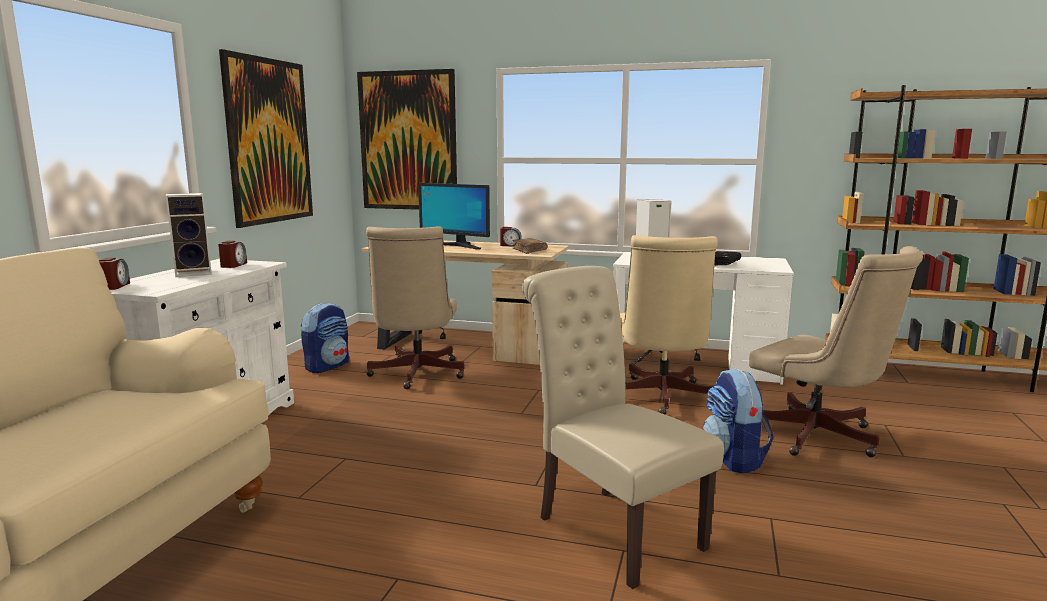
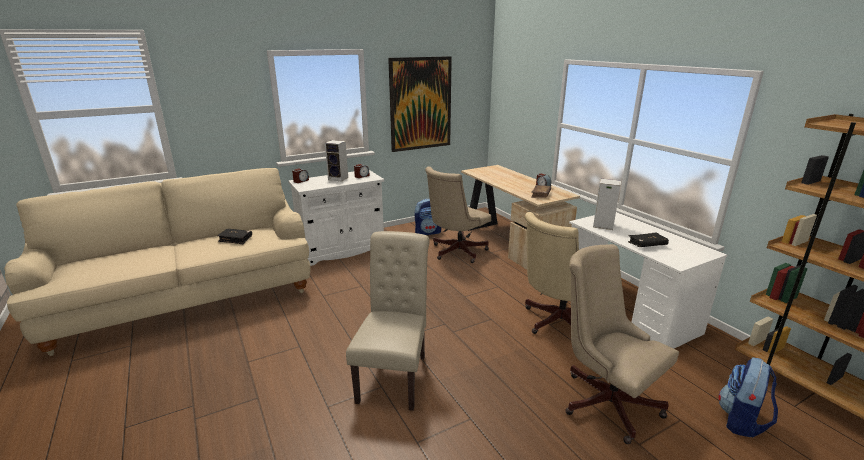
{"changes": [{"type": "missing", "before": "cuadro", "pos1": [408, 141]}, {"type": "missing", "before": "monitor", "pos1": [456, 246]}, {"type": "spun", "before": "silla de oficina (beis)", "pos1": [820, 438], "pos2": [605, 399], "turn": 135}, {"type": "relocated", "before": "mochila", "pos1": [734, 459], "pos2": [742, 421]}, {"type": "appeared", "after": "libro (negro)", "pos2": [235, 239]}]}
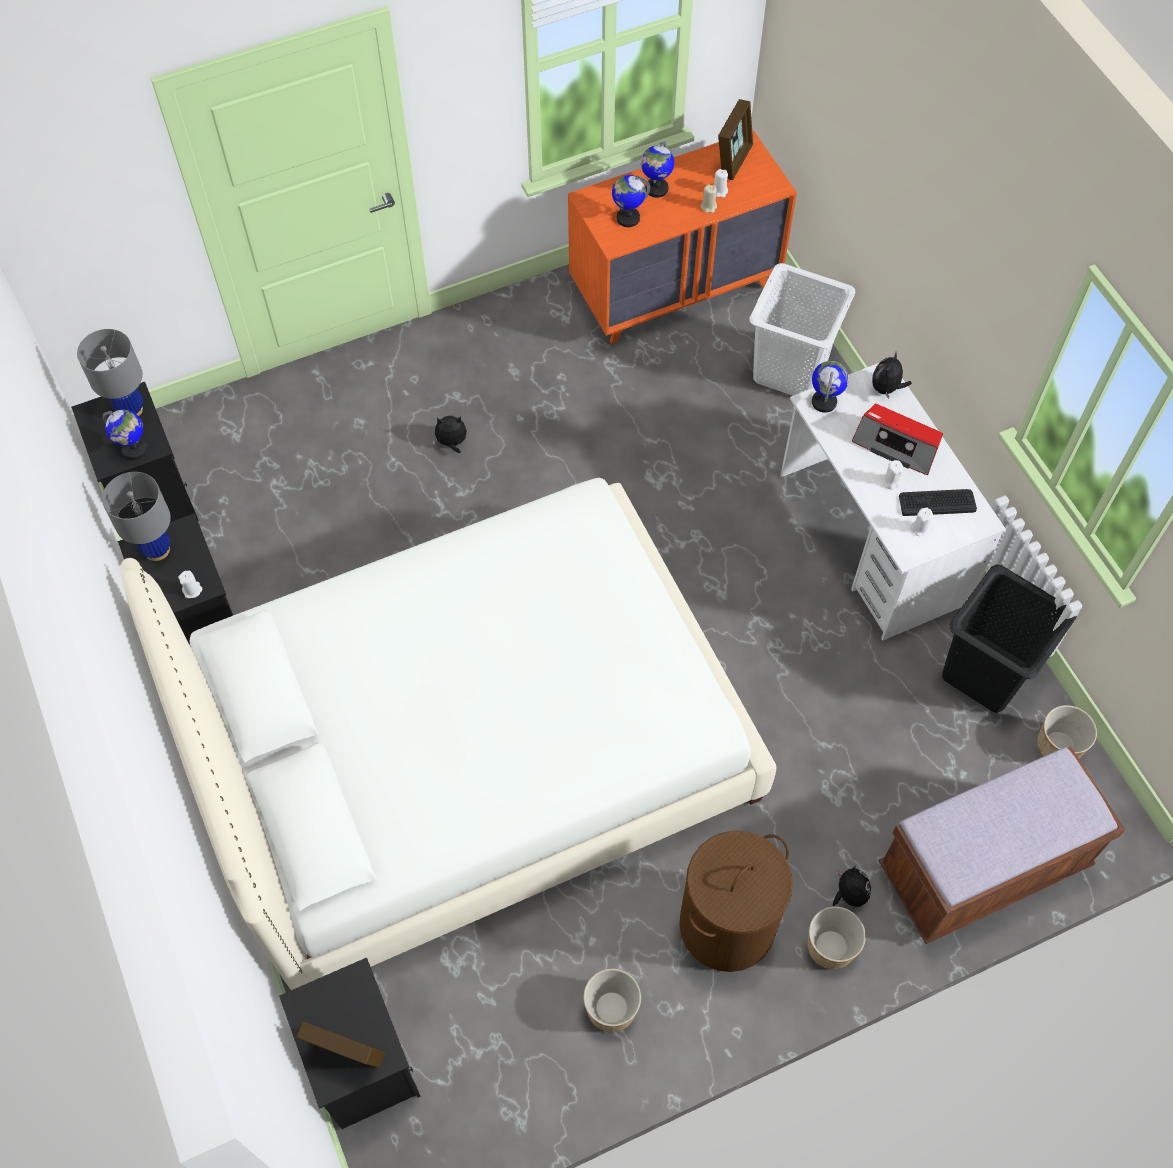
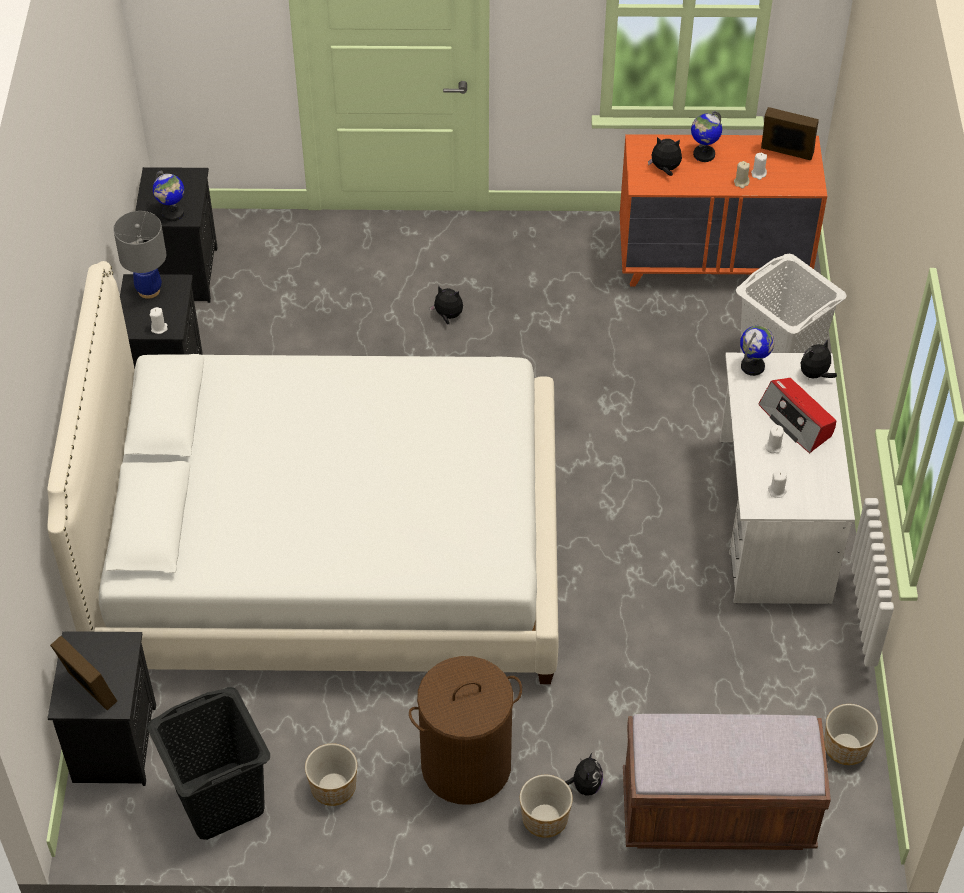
{"changes": [{"type": "spun", "before": "portarretratos", "pos1": [733, 160], "pos2": [786, 153], "turn": -120}, {"type": "exchanged", "before": "globo terráqueo", "after": "peluche", "pos1": [627, 218], "pos2": [665, 169]}, {"type": "missing", "before": "lámpara de mesa (gris)", "pos1": [130, 409]}, {"type": "missing", "before": "teclado", "pos1": [937, 502]}, {"type": "relocated", "before": "cesto de la ropa (negro)", "pos1": [986, 673], "pos2": [220, 801]}]}
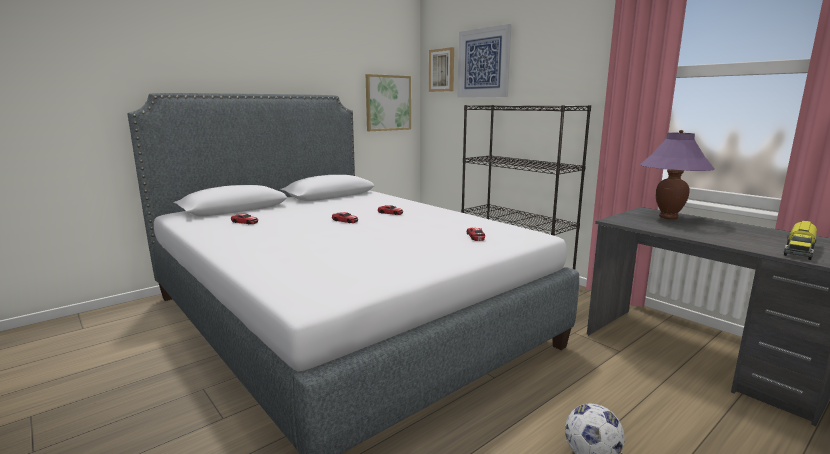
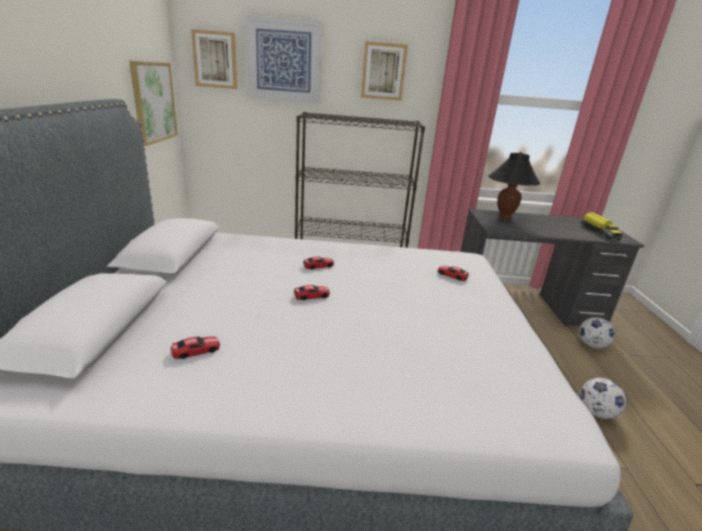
{"changes": [{"type": "colour", "before": "lámpara de mesa (morado)", "after": "lámpara de mesa (negro)", "pos1": [668, 217], "pos2": [505, 217]}, {"type": "appeared", "after": "cuadro", "pos2": [383, 71]}, {"type": "appeared", "after": "balón de fútbol", "pos2": [592, 345]}]}
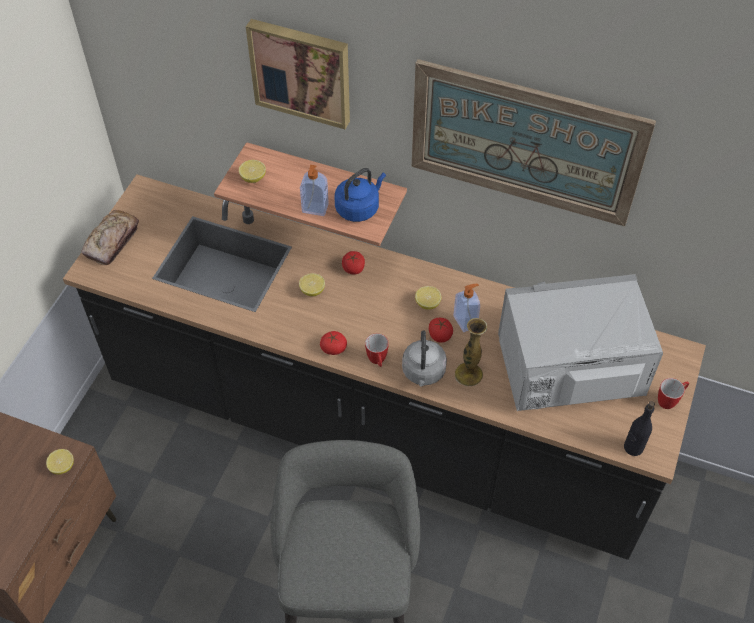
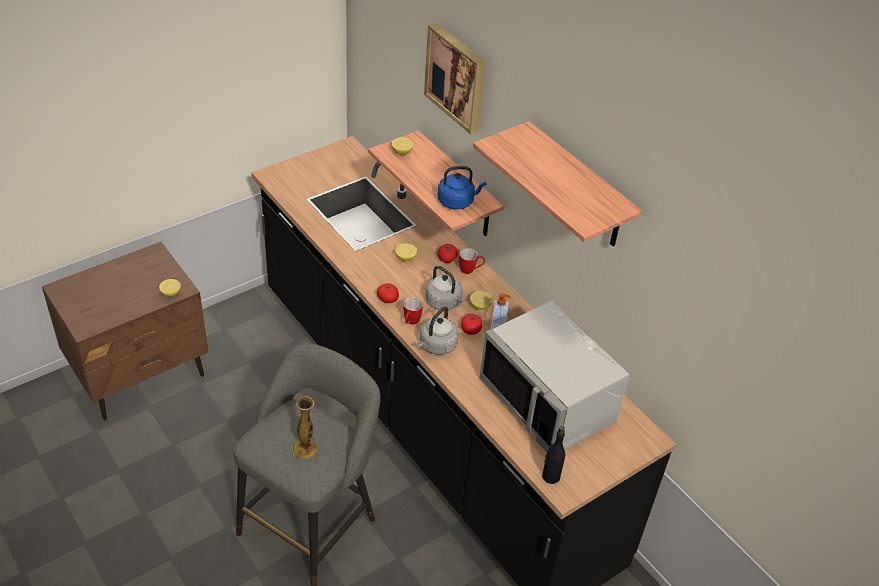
{"changes": [{"type": "exchanged", "before": "cuadro", "after": "estante", "pos1": [525, 143], "pos2": [578, 188]}, {"type": "missing", "before": "dispensador de jabón", "pos1": [315, 209]}, {"type": "missing", "before": "pan", "pos1": [112, 241]}, {"type": "spun", "before": "microondas (gris)", "pos1": [569, 369], "pos2": [549, 401], "turn": -150}, {"type": "relocated", "before": "florero", "pos1": [468, 374], "pos2": [305, 449]}, {"type": "relocated", "before": "taza grande", "pos1": [670, 400], "pos2": [470, 270]}, {"type": "appeared", "after": "hervidor (gris)", "pos2": [444, 303]}]}
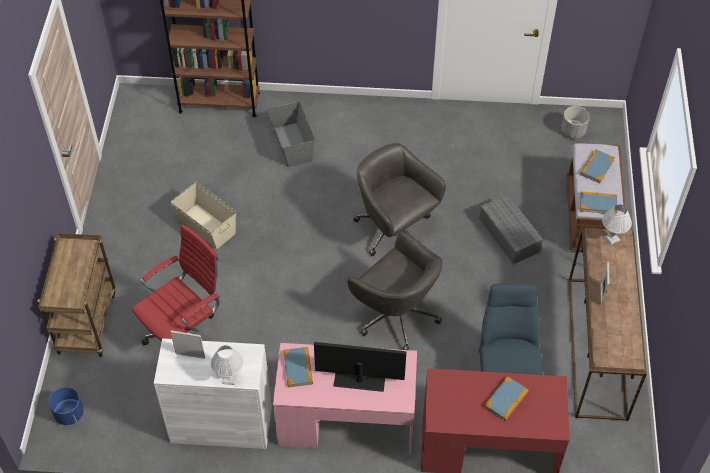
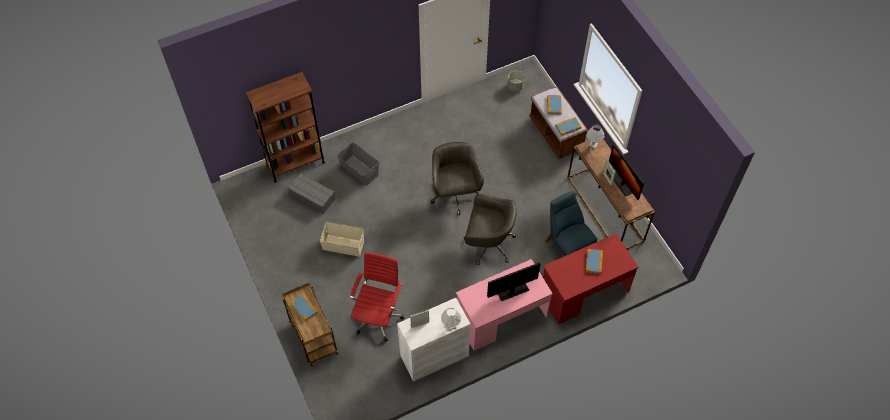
{"changes": [{"type": "spun", "before": "silla de oficina (gris)", "pos1": [394, 230], "pos2": [454, 194], "turn": 60}, {"type": "relocated", "before": "caja de almacenaje (gris)", "pos1": [510, 235], "pos2": [313, 197]}, {"type": "relocated", "before": "libro", "pos1": [298, 368], "pos2": [304, 308]}, {"type": "missing", "before": "maceta (azul)", "pos1": [69, 414]}, {"type": "appeared", "after": "monitor", "pos2": [622, 183]}]}
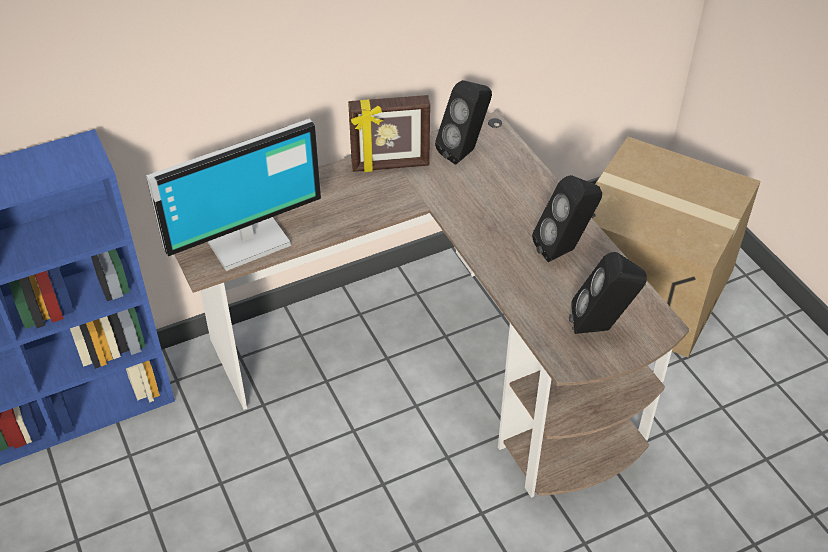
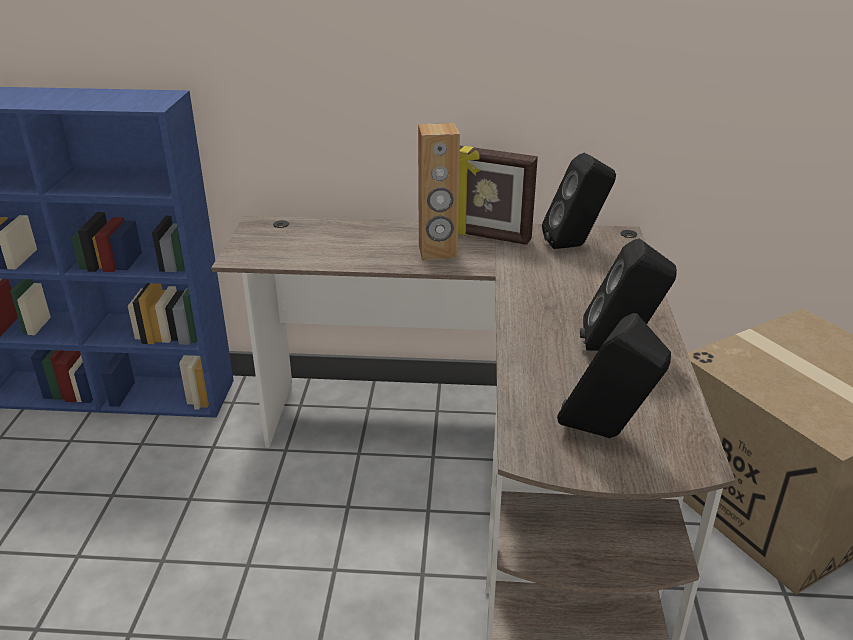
{"changes": [{"type": "missing", "before": "monitor", "pos1": [246, 239]}, {"type": "appeared", "after": "altavoz (marrón)", "pos2": [437, 252]}]}
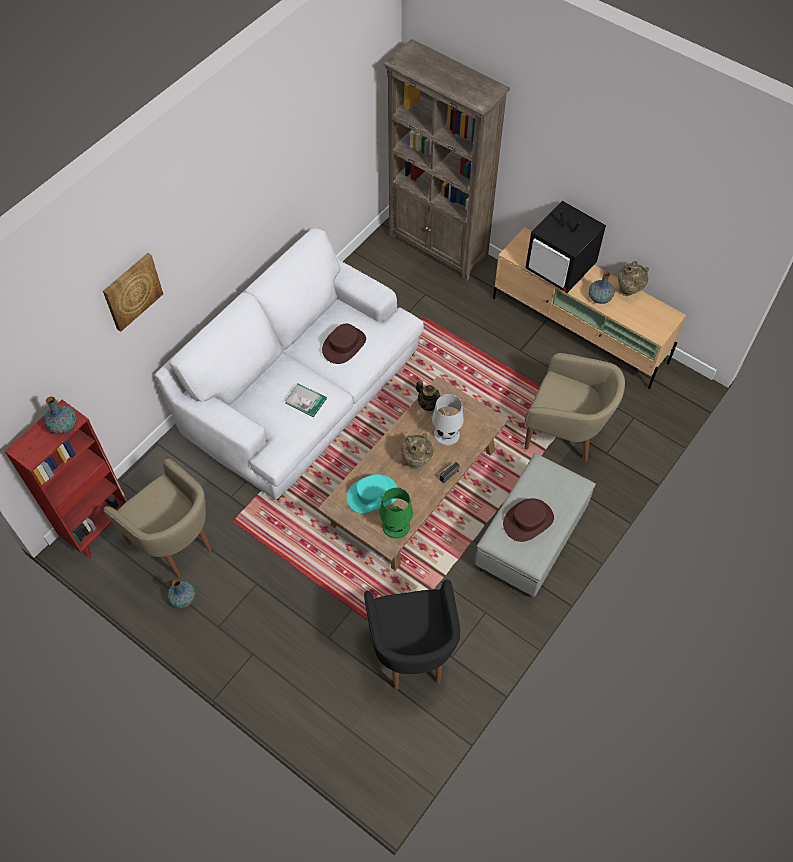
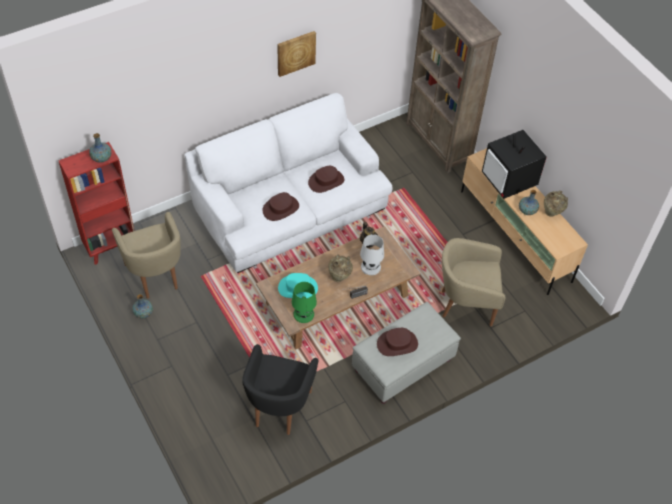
{"changes": [{"type": "relocated", "before": "cuadro", "pos1": [132, 291], "pos2": [295, 53]}, {"type": "spun", "before": "sillón (beis)", "pos1": [565, 435], "pos2": [465, 304], "turn": 135}, {"type": "exchanged", "before": "libro", "after": "sombrero (marrón)", "pos1": [305, 401], "pos2": [281, 208]}]}
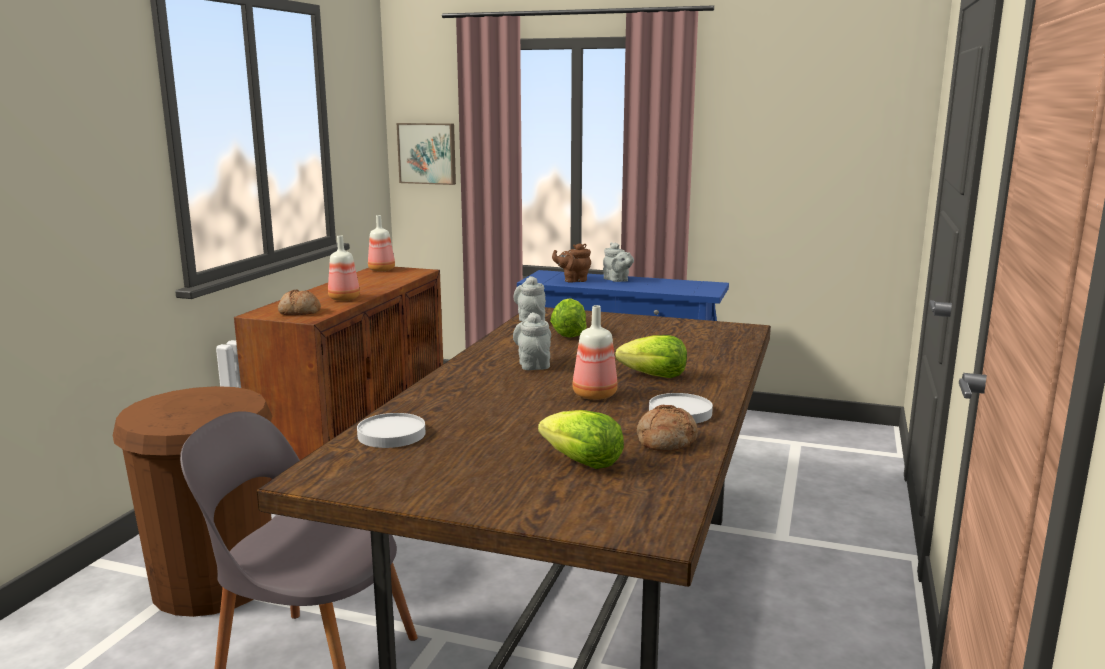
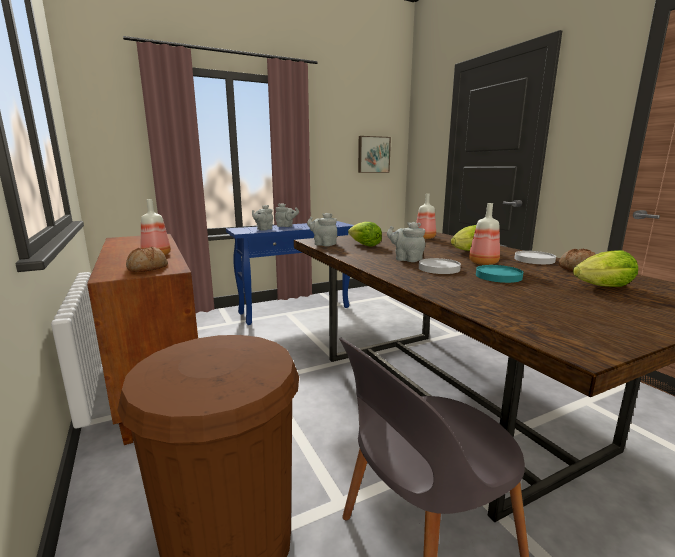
{"changes": [{"type": "relocated", "before": "cuadro", "pos1": [427, 153], "pos2": [373, 154]}, {"type": "relocated", "before": "botella", "pos1": [382, 269], "pos2": [424, 237]}, {"type": "colour", "before": "tetera (marrón)", "after": "tetera (gris)", "pos1": [573, 280], "pos2": [263, 229]}, {"type": "relocated", "before": "plato (blanco)", "pos1": [391, 434], "pos2": [438, 268]}, {"type": "appeared", "after": "plato (turquesa)", "pos2": [498, 276]}]}
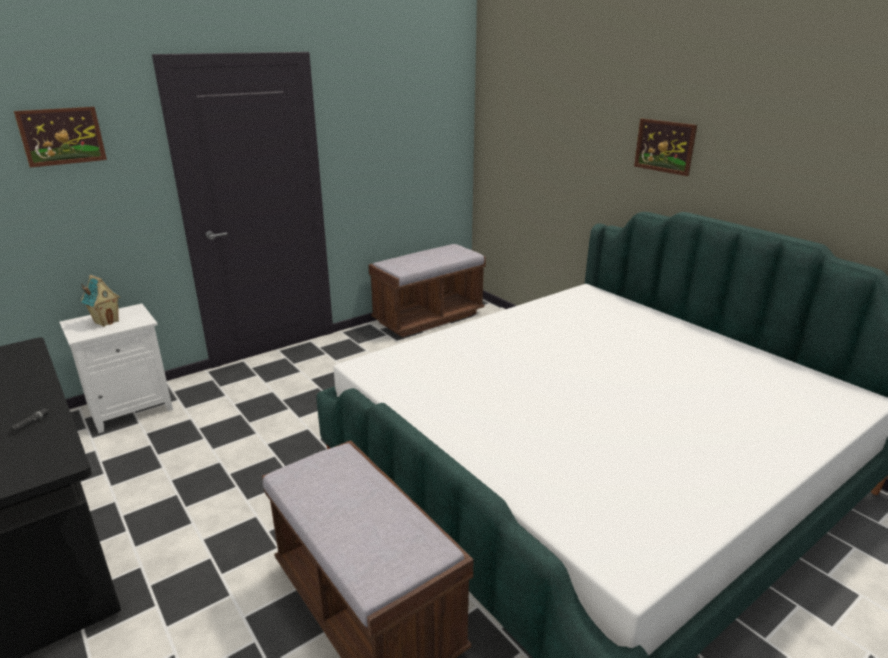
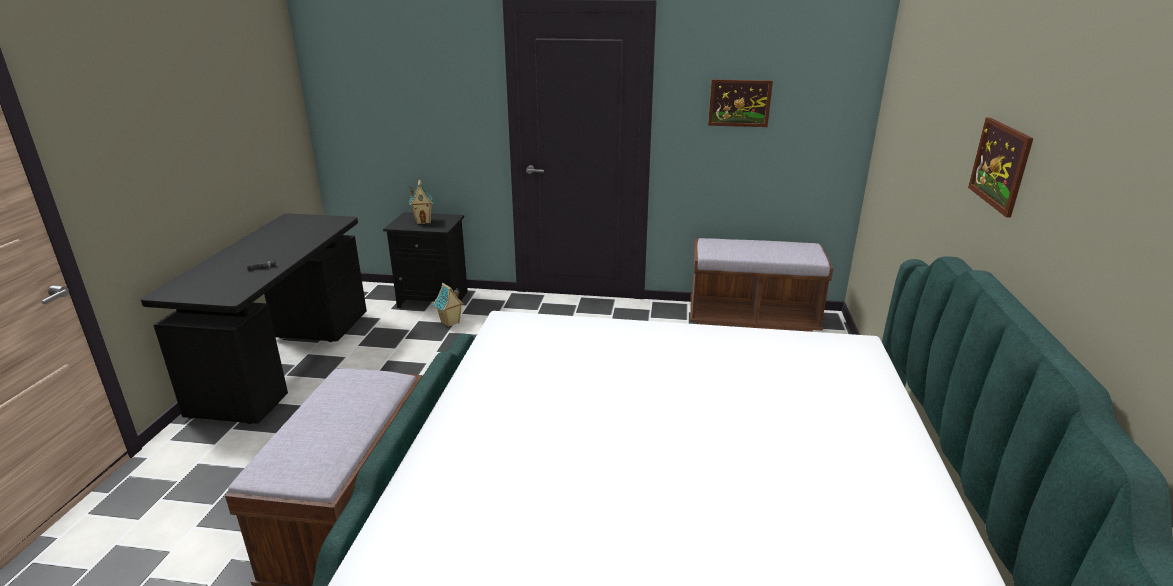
{"changes": [{"type": "relocated", "before": "cuadro", "pos1": [62, 136], "pos2": [739, 103]}, {"type": "colour", "before": "mesita de noche (blanco)", "after": "mesita de noche (negro)", "pos1": [131, 408], "pos2": [434, 299]}, {"type": "appeared", "after": "casita", "pos2": [450, 323]}]}
